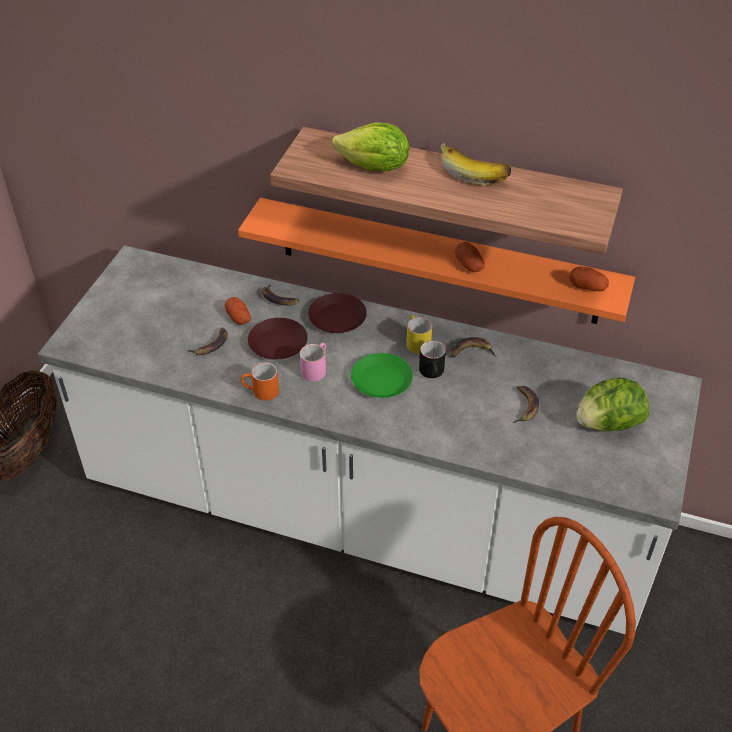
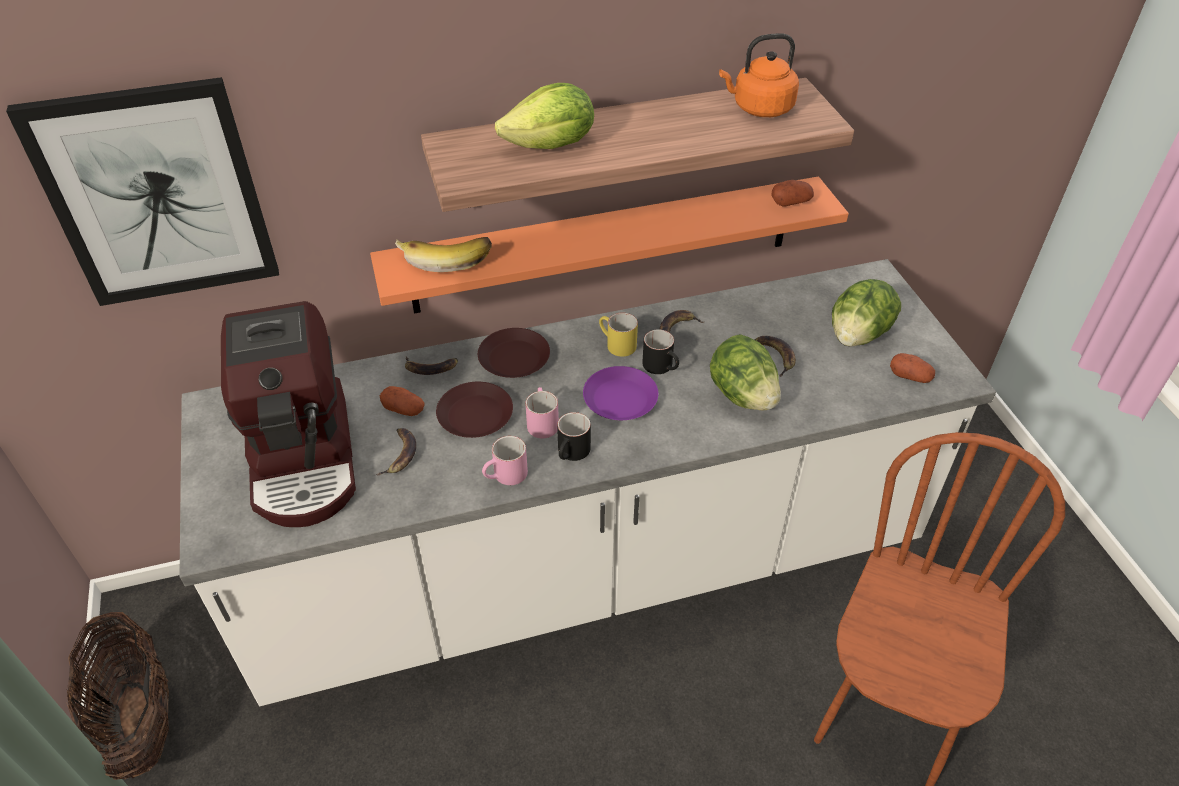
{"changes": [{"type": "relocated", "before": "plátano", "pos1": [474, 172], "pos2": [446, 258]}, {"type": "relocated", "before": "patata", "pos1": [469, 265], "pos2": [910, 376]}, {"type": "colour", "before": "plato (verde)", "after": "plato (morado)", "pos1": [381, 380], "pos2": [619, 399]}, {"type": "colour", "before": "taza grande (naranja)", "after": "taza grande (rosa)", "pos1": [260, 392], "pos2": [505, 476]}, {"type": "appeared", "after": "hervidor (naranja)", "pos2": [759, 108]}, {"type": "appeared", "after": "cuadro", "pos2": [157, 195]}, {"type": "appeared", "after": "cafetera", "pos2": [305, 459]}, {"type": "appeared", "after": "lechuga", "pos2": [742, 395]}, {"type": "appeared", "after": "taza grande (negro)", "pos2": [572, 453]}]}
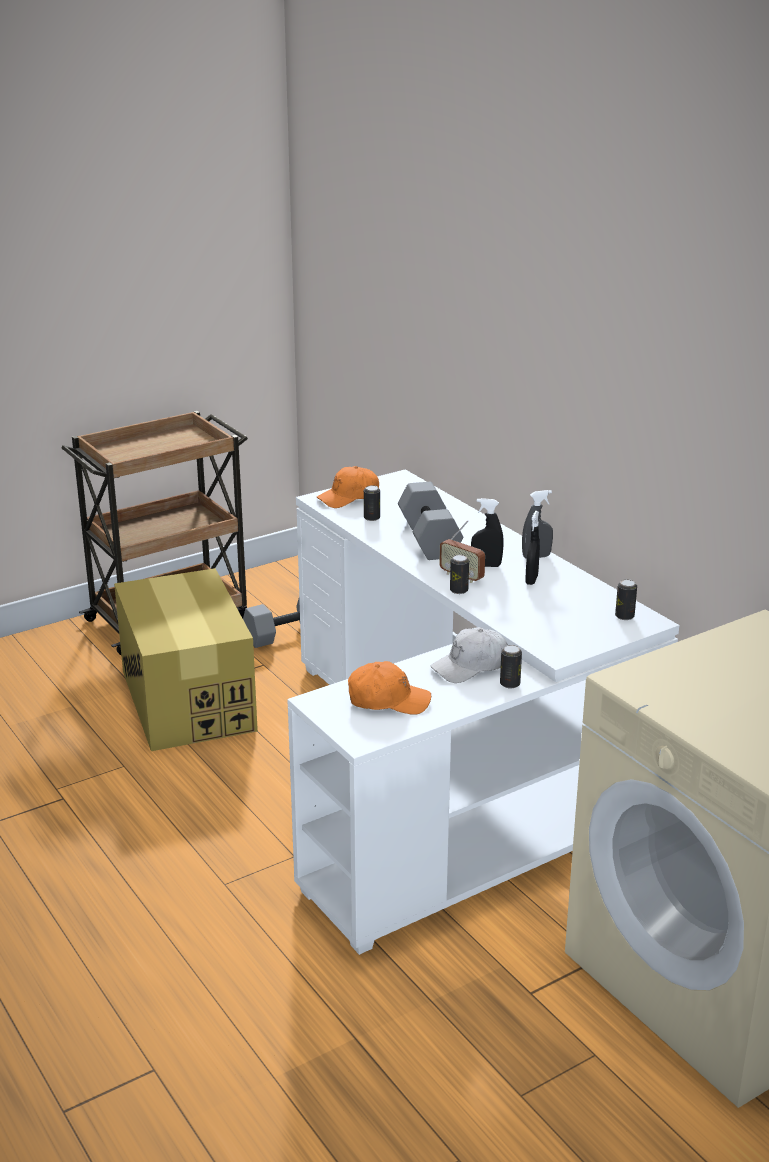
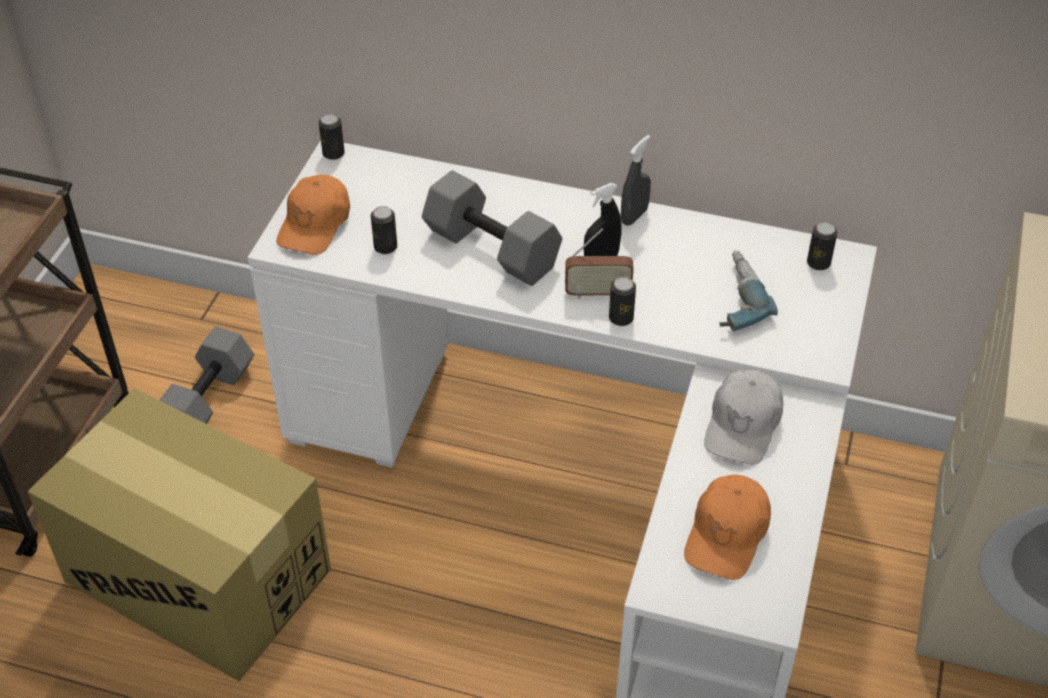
{"changes": [{"type": "missing", "before": "pulverizador (negro)", "pos1": [531, 580]}, {"type": "relocated", "before": "lata", "pos1": [510, 684], "pos2": [333, 154]}, {"type": "spun", "before": "gorra (naranja)", "pos1": [388, 700], "pos2": [727, 534], "turn": 150}, {"type": "appeared", "after": "taladro", "pos2": [732, 298]}]}
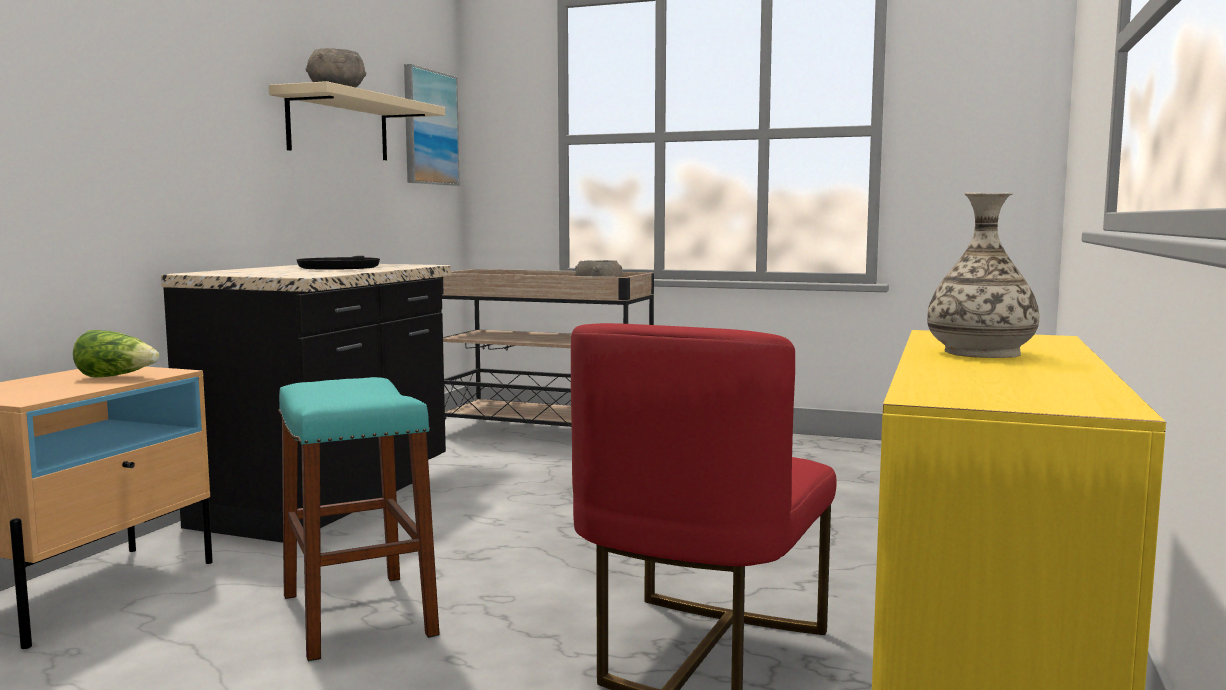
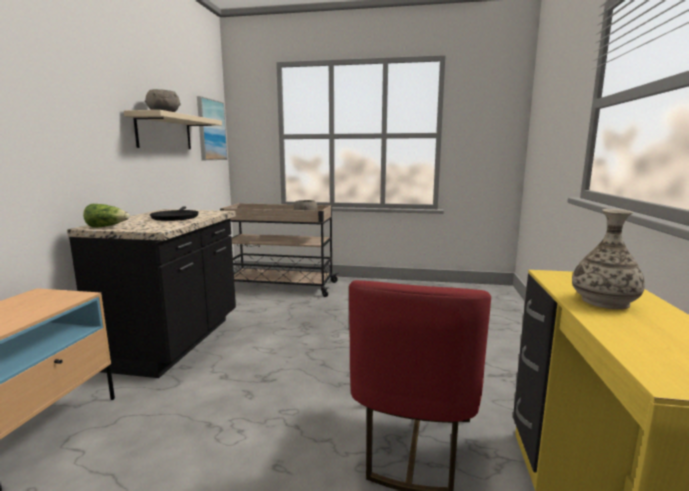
{"changes": [{"type": "relocated", "before": "lechuga", "pos1": [117, 377], "pos2": [107, 227]}, {"type": "missing", "before": "taburete (turquesa)", "pos1": [357, 615]}]}
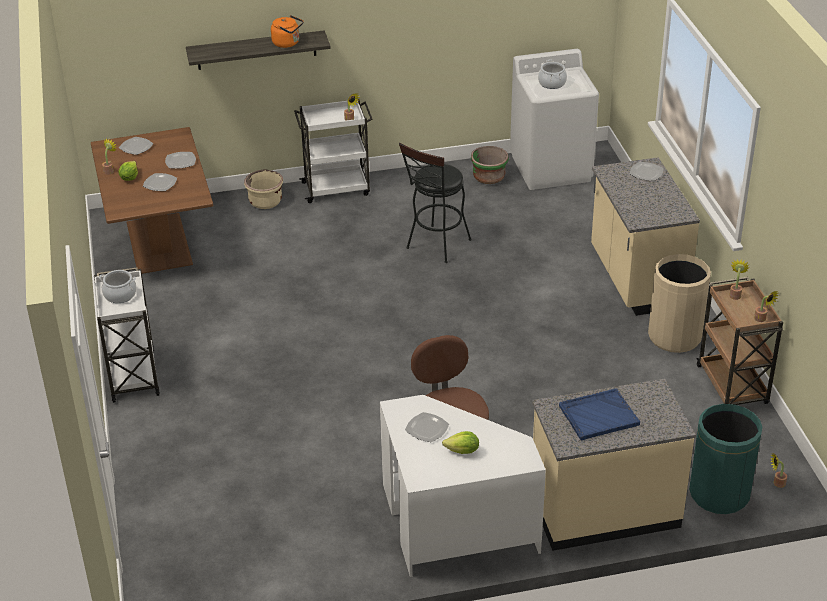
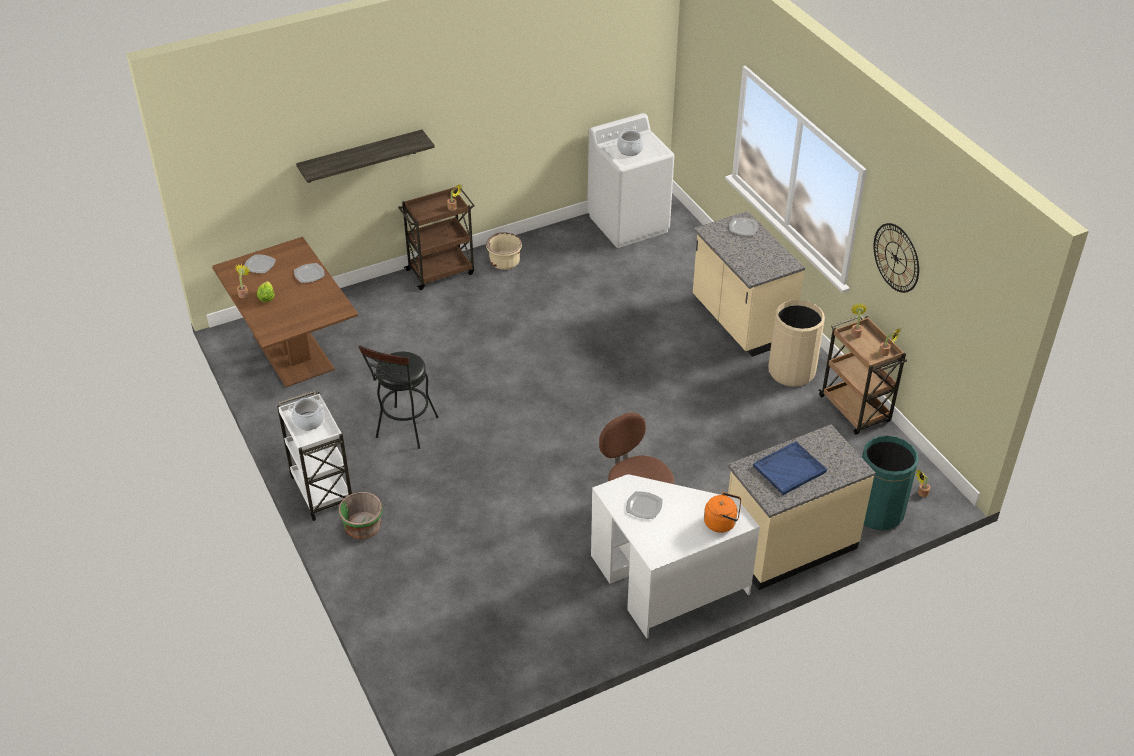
{"changes": [{"type": "relocated", "before": "hervidor (naranja)", "pos1": [287, 43], "pos2": [722, 523]}, {"type": "colour", "before": "carrito (blanco)", "after": "carrito (marrón)", "pos1": [337, 188], "pos2": [441, 271]}, {"type": "relocated", "before": "taburete (negro)", "pos1": [436, 246], "pos2": [405, 431]}, {"type": "relocated", "before": "maceta (verde)", "pos1": [489, 177], "pos2": [363, 527]}, {"type": "relocated", "before": "maceta (beis)", "pos1": [265, 202], "pos2": [504, 262]}, {"type": "missing", "before": "plato", "pos1": [159, 183]}, {"type": "missing", "before": "lechuga", "pos1": [462, 451]}, {"type": "appeared", "after": "reloj de pared", "pos2": [896, 257]}]}
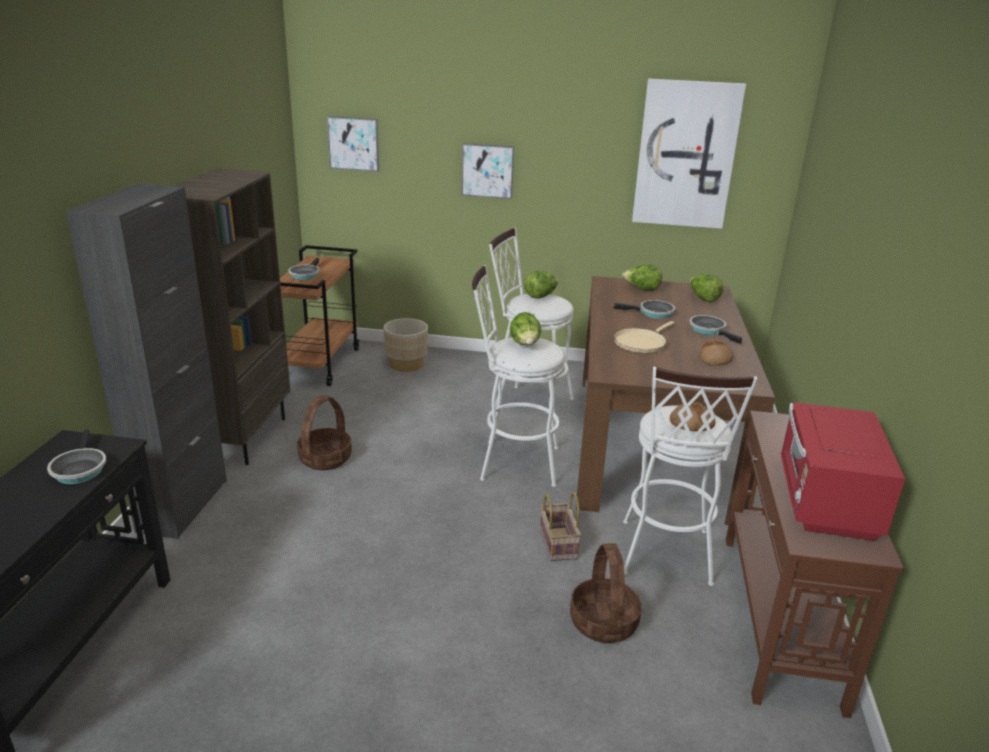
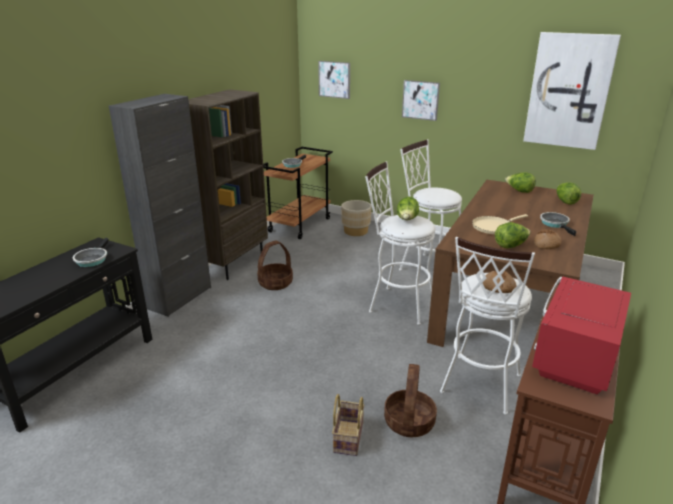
{"changes": [{"type": "relocated", "before": "lechuga", "pos1": [541, 296], "pos2": [510, 246]}, {"type": "missing", "before": "sartén", "pos1": [653, 313]}, {"type": "relocated", "before": "cesta", "pos1": [556, 543], "pos2": [347, 436]}]}
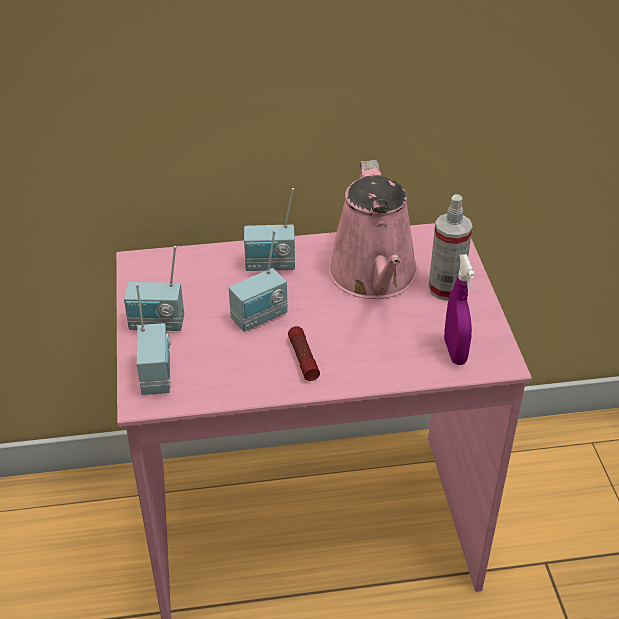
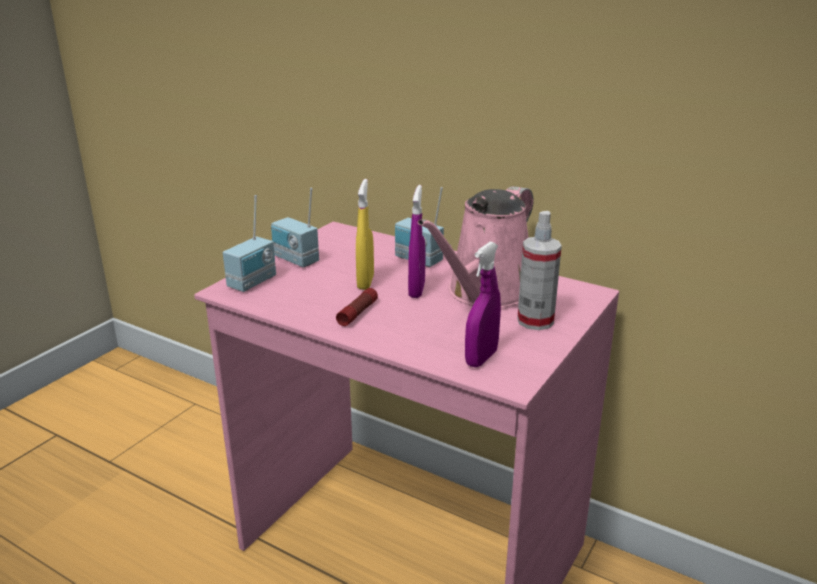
{"changes": [{"type": "exchanged", "before": "radio", "after": "pulverizador (amarillo)", "pos1": [260, 318], "pos2": [365, 282]}, {"type": "appeared", "after": "pulverizador (morado)", "pos2": [416, 290]}]}
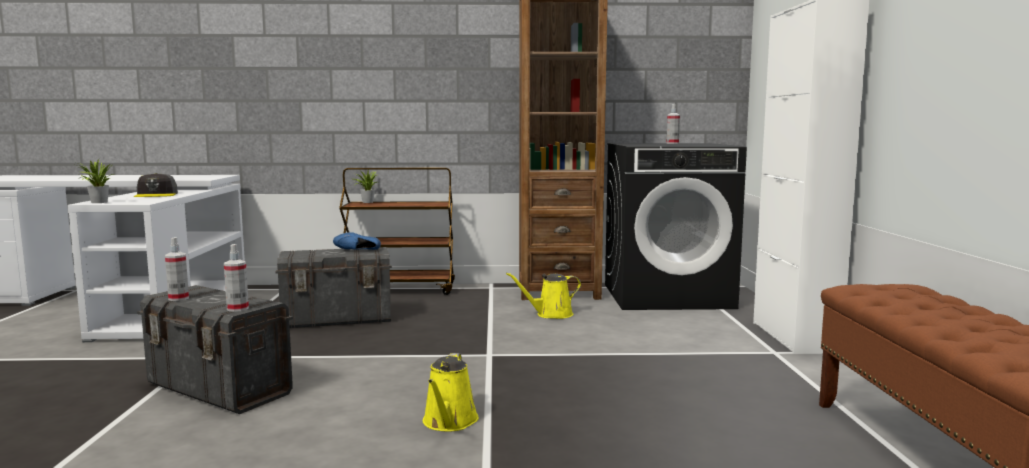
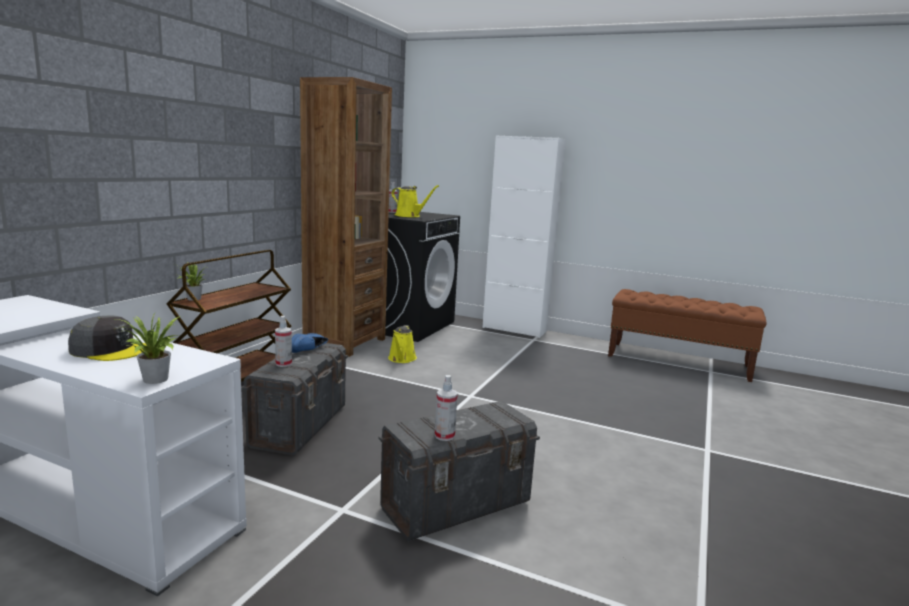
{"changes": [{"type": "relocated", "before": "pulverizador", "pos1": [237, 309], "pos2": [283, 364]}, {"type": "relocated", "before": "regadera (amarillo)", "pos1": [449, 422], "pos2": [409, 216]}]}
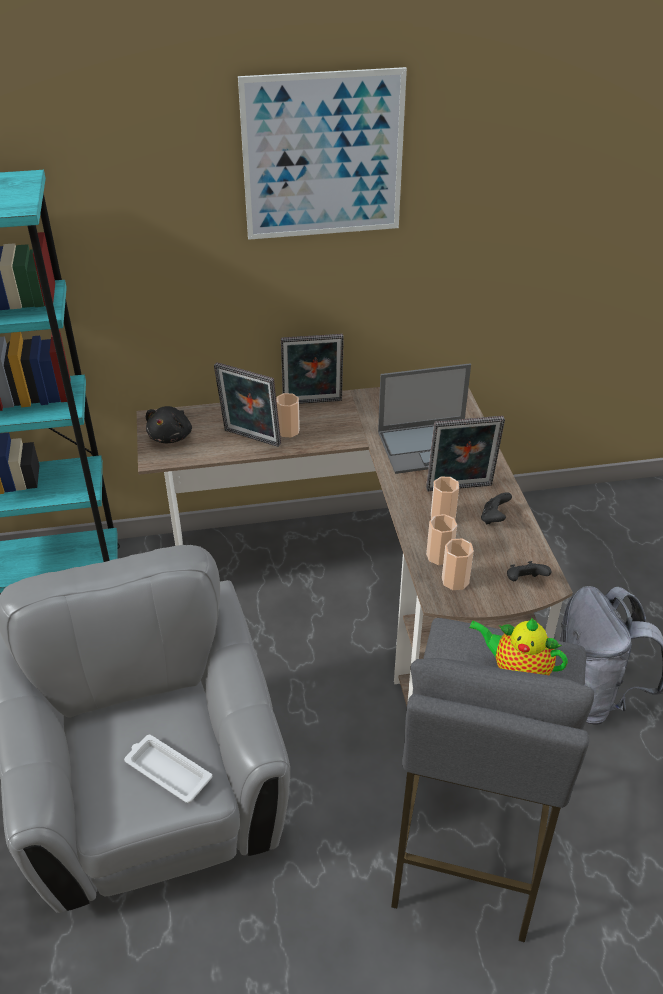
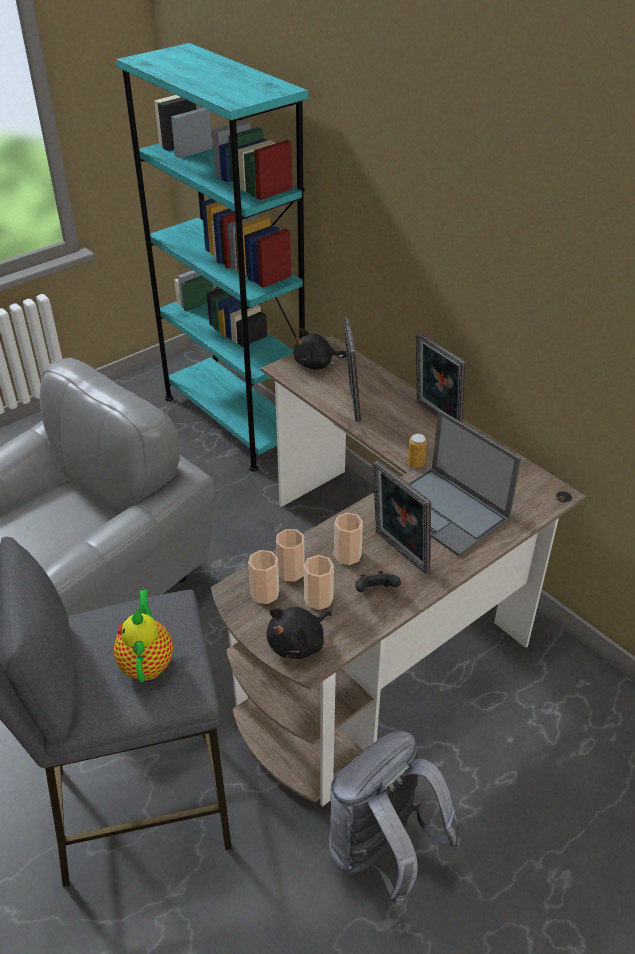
{"changes": [{"type": "missing", "before": "cuadro", "pos1": [323, 156]}, {"type": "relocated", "before": "taza", "pos1": [288, 431], "pos2": [318, 599]}, {"type": "exchanged", "before": "mando de consola (negro)", "after": "peluche (negro)", "pos1": [524, 581], "pos2": [299, 643]}, {"type": "missing", "before": "bandeja (blanco)", "pos1": [167, 771]}, {"type": "appeared", "after": "lata", "pos2": [416, 463]}]}
